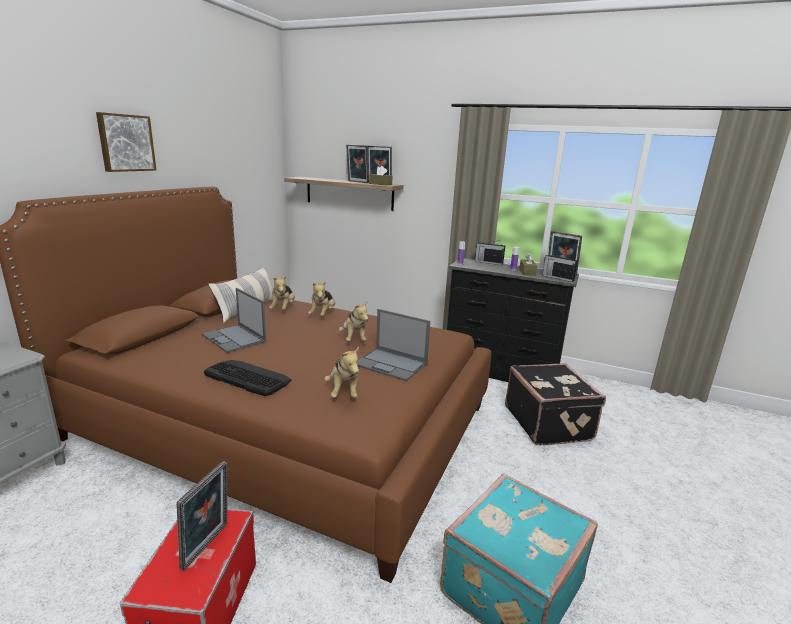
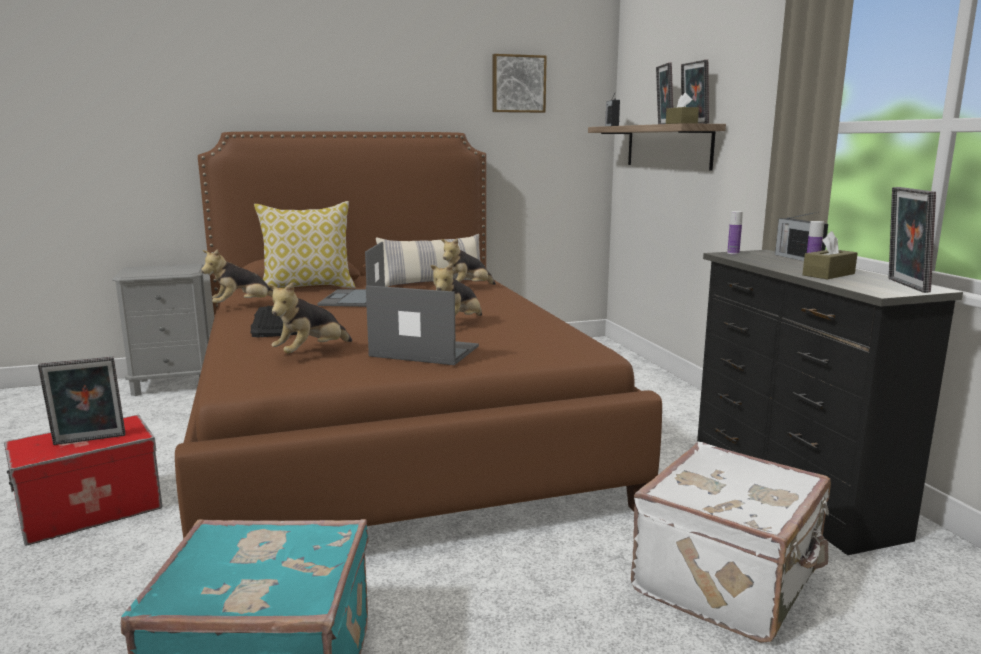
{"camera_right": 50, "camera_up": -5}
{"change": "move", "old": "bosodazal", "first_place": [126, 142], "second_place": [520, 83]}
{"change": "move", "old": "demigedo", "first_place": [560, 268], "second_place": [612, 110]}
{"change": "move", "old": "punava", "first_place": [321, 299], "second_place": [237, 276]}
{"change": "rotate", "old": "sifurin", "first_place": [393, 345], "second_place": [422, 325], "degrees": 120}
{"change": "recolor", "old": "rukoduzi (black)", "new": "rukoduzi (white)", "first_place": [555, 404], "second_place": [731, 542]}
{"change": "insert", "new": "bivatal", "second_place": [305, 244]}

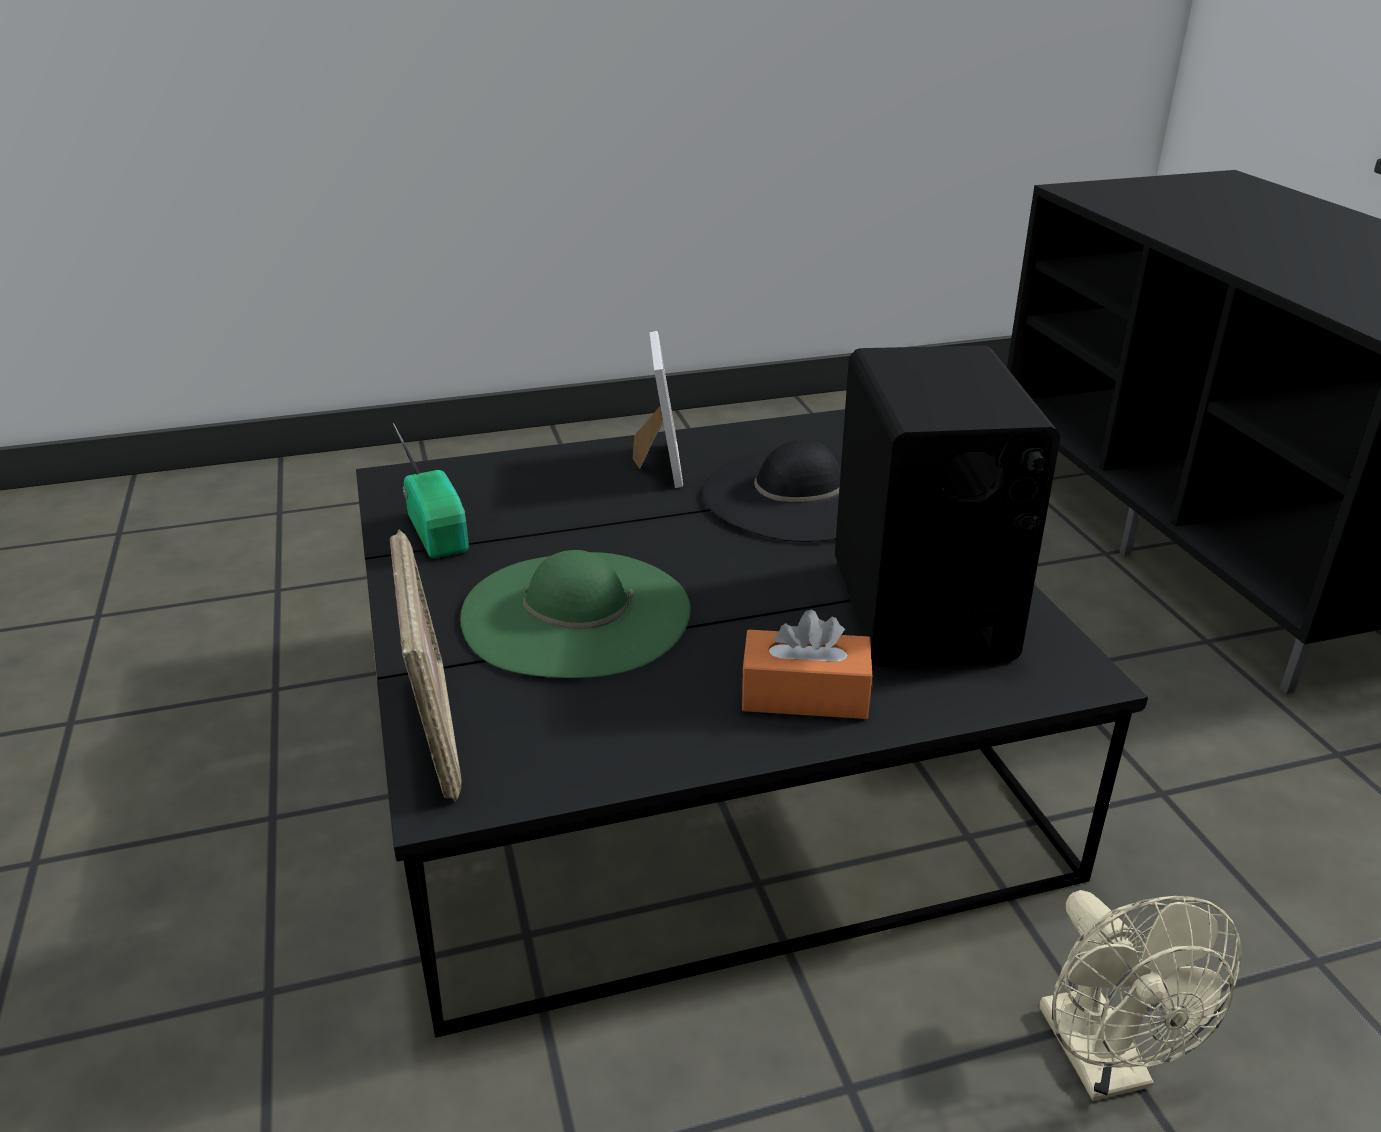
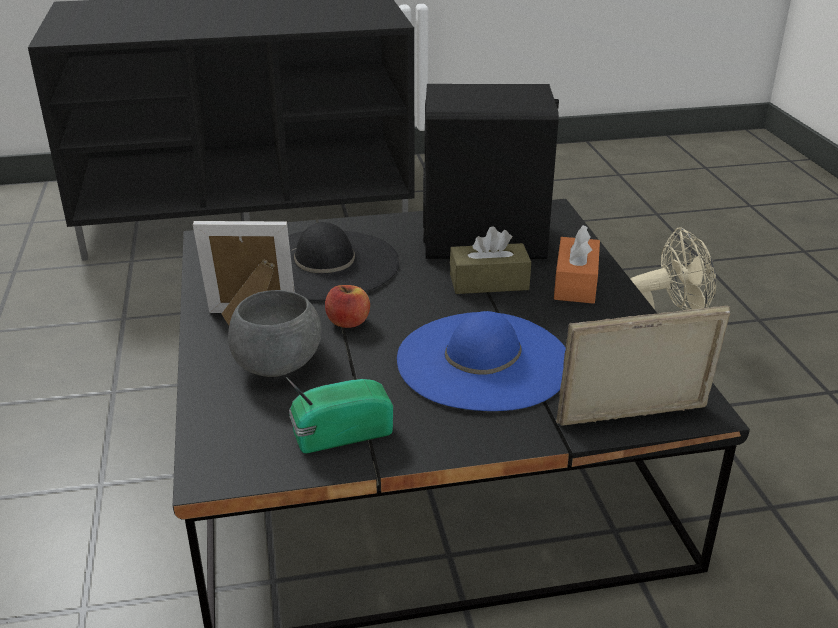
{"camera_right": -85, "camera_up": 0}
{"change": "recolor", "old": "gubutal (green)", "new": "gubutal (blue)", "first_place": [575, 614], "second_place": [481, 361]}
{"change": "insert", "new": "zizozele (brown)", "second_place": [490, 260]}
{"change": "insert", "new": "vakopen", "second_place": [347, 306]}
{"change": "insert", "new": "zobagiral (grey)", "second_place": [275, 333]}

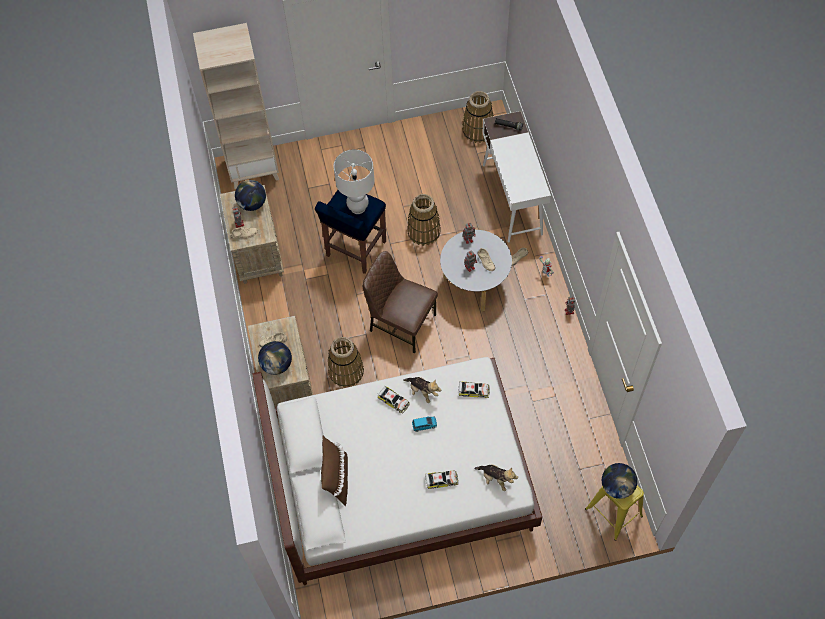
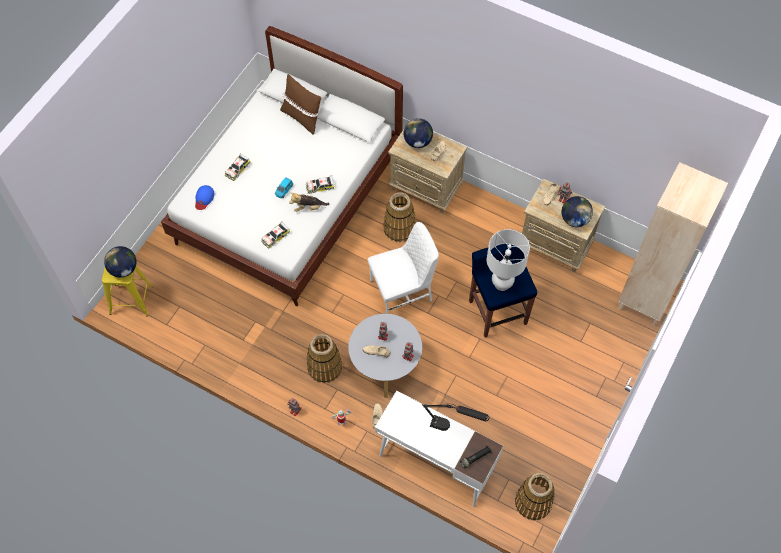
{"camera_right": 130, "camera_up": 0}
{"change": "move", "old": "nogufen", "first_place": [424, 220], "second_place": [324, 358]}
{"change": "recolor", "old": "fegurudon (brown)", "new": "fegurudon (white)", "first_place": [400, 302], "second_place": [403, 268]}
{"change": "replace", "old": "punava", "new": "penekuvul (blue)", "first_place": [496, 478], "second_place": [205, 197]}
{"change": "insert", "new": "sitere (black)", "second_place": [455, 417]}

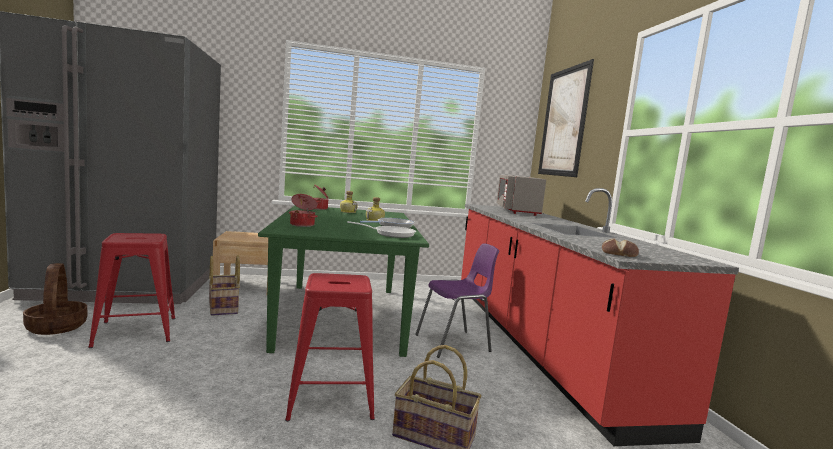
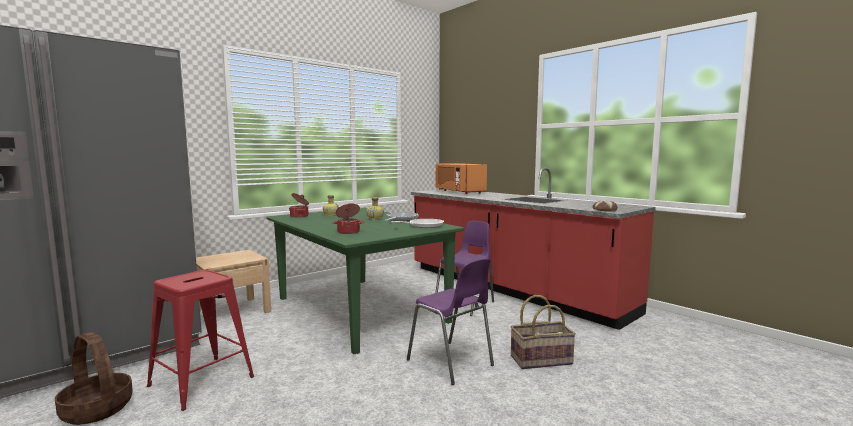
{"camera_right": -30, "camera_up": 0}
{"change": "delete", "old": "bosodazal", "first_place": [566, 118]}
{"change": "recolor", "old": "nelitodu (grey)", "new": "nelitodu (orange)", "first_place": [521, 195], "second_place": [461, 178]}
{"change": "delete", "old": "nogufen", "first_place": [224, 285]}
{"change": "replace", "old": "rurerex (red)", "new": "fegurudon (purple)", "first_place": [330, 347], "second_place": [450, 321]}

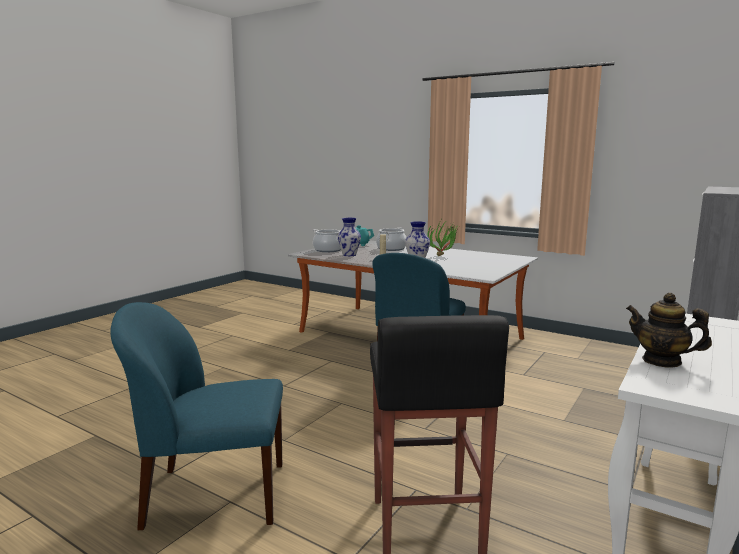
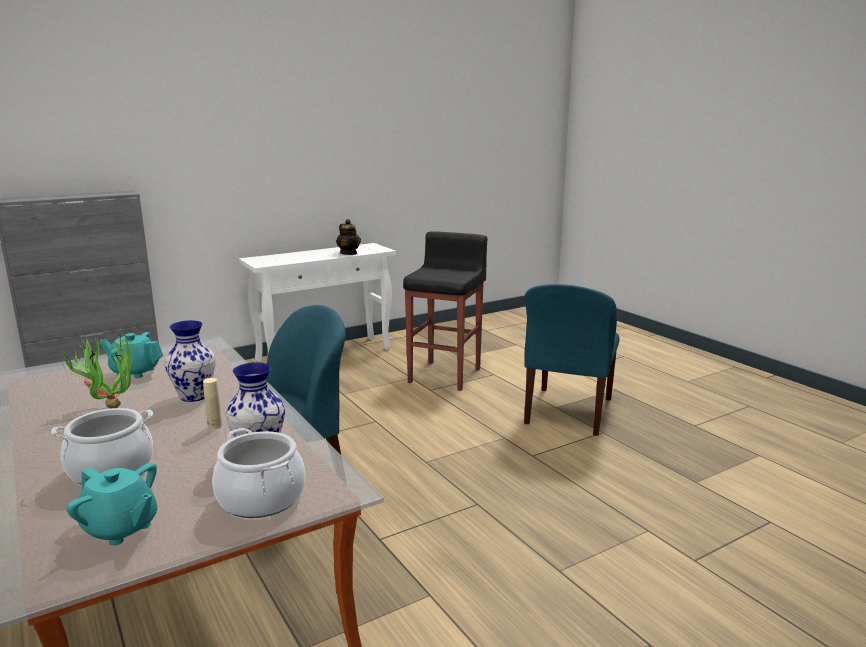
{"camera_right": -155, "camera_up": 5}
{"change": "rotate", "old": "fegurudon (blue)", "first_place": [196, 416], "second_place": [571, 360], "degrees": 90}
{"change": "insert", "new": "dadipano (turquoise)", "second_place": [131, 355]}

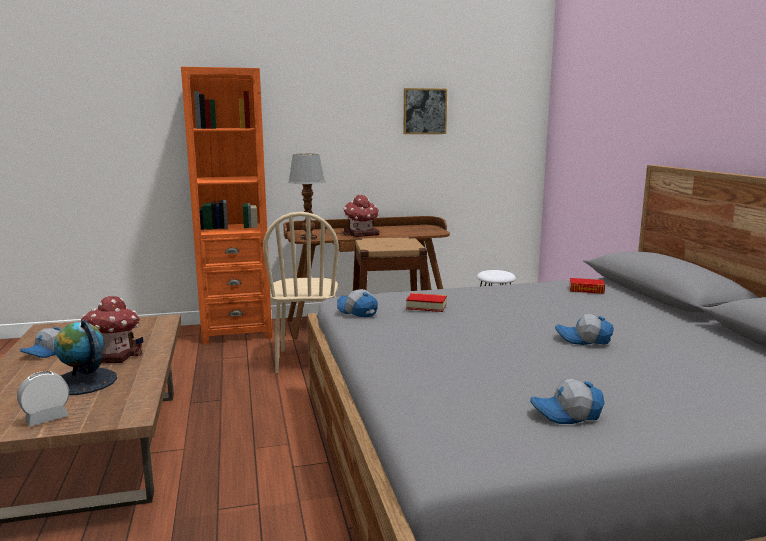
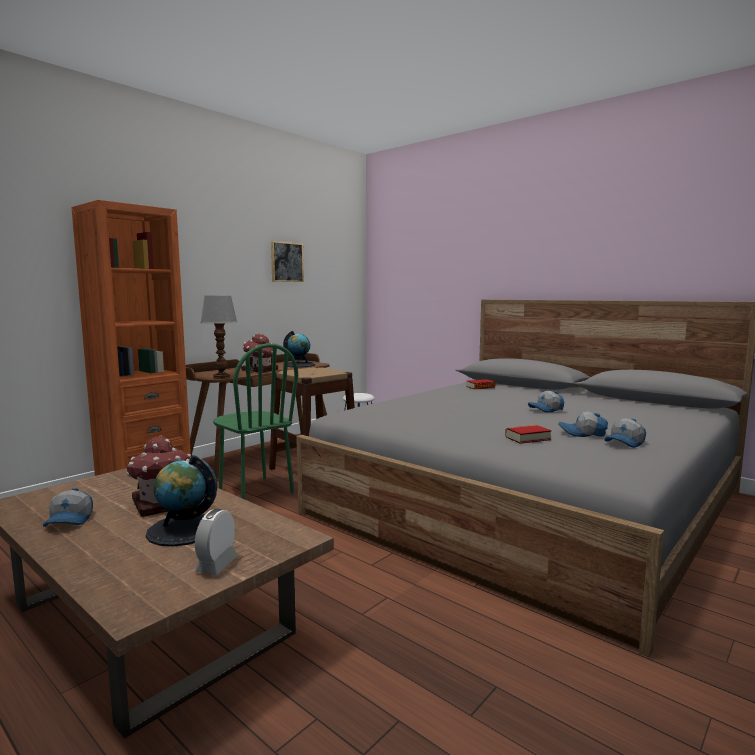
{"camera_right": -35, "camera_up": -5}
{"change": "recolor", "old": "fegurudon (beige)", "new": "fegurudon (green)", "first_place": [301, 292], "second_place": [255, 421]}
{"change": "move", "old": "penekuvul", "first_place": [357, 303], "second_place": [583, 424]}
{"change": "move", "old": "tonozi", "first_place": [426, 302], "second_place": [528, 434]}
{"change": "insert", "new": "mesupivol", "second_place": [299, 349]}

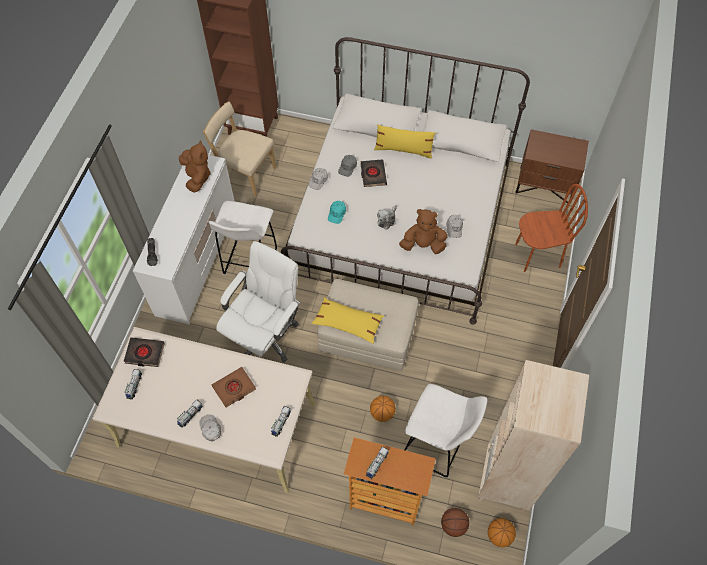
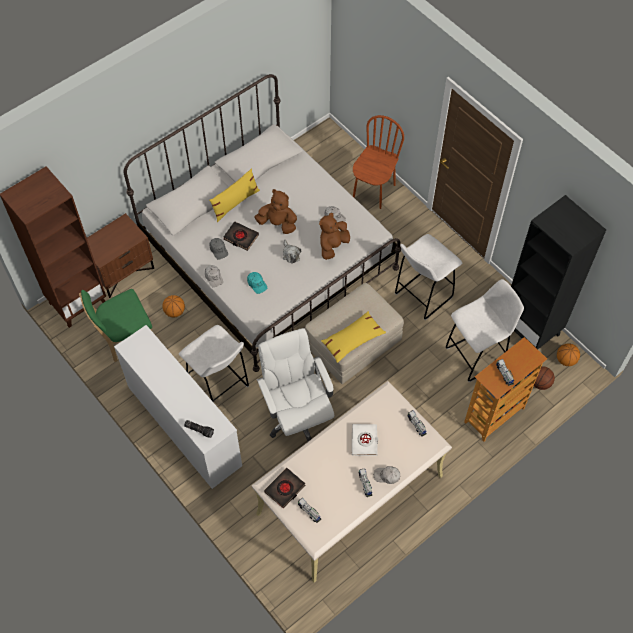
{"camera_right": -55, "camera_up": 0}
{"change": "recolor", "old": "fegurudon (beige)", "new": "fegurudon (green)", "first_place": [239, 149], "second_place": [115, 325]}
{"change": "move", "old": "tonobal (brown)", "first_place": [552, 166], "second_place": [120, 255]}
{"change": "move", "old": "punava (brown)", "first_place": [195, 167], "second_place": [276, 211]}
{"change": "recolor", "old": "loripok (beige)", "new": "loripok (black)", "first_place": [533, 436], "second_place": [558, 272]}
{"change": "recolor", "old": "tonozi (brown)", "new": "tonozi (white)", "first_place": [234, 387], "second_place": [365, 440]}
{"change": "move", "old": "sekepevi", "first_place": [383, 409], "second_place": [173, 306]}
{"change": "insert", "new": "rurerex (white)", "second_place": [428, 277]}

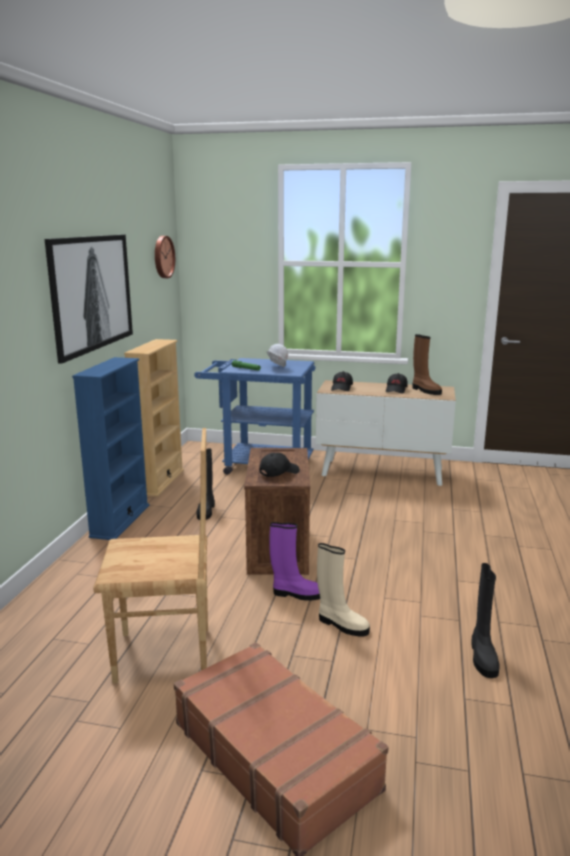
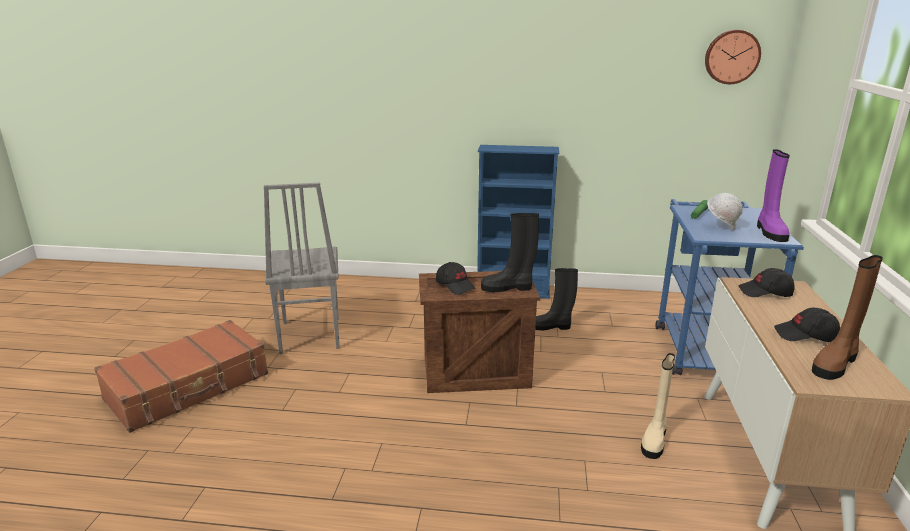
{"camera_right": 85, "camera_up": 5}
{"change": "delete", "old": "bosodazal", "first_place": [89, 299]}
{"change": "delete", "old": "loripok (beige)", "first_place": [154, 418]}
{"change": "recolor", "old": "fegurudon (brown)", "new": "fegurudon (grey)", "first_place": [150, 555], "second_place": [301, 268]}
{"change": "move", "old": "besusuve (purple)", "first_place": [294, 561], "second_place": [773, 195]}
{"change": "move", "old": "besusuve (beige)", "first_place": [343, 590], "second_place": [658, 406]}
{"change": "move", "old": "besusuve (black)", "first_place": [485, 620], "second_place": [510, 252]}

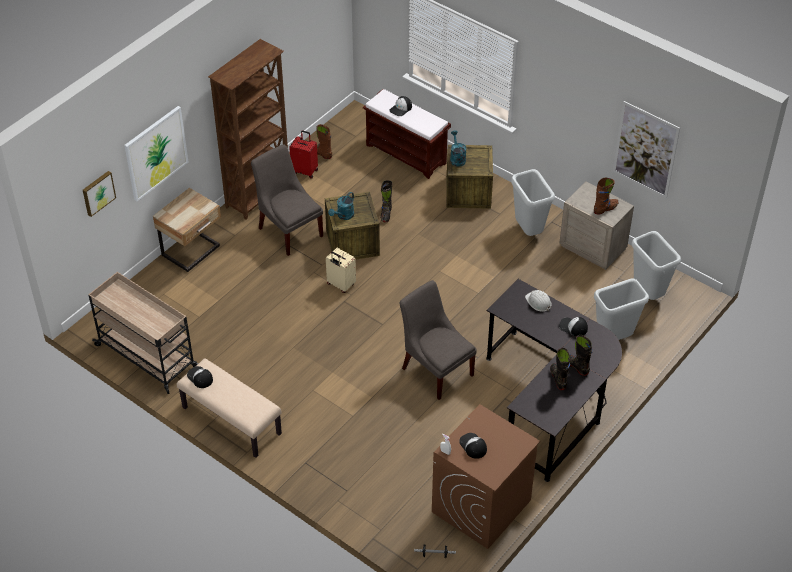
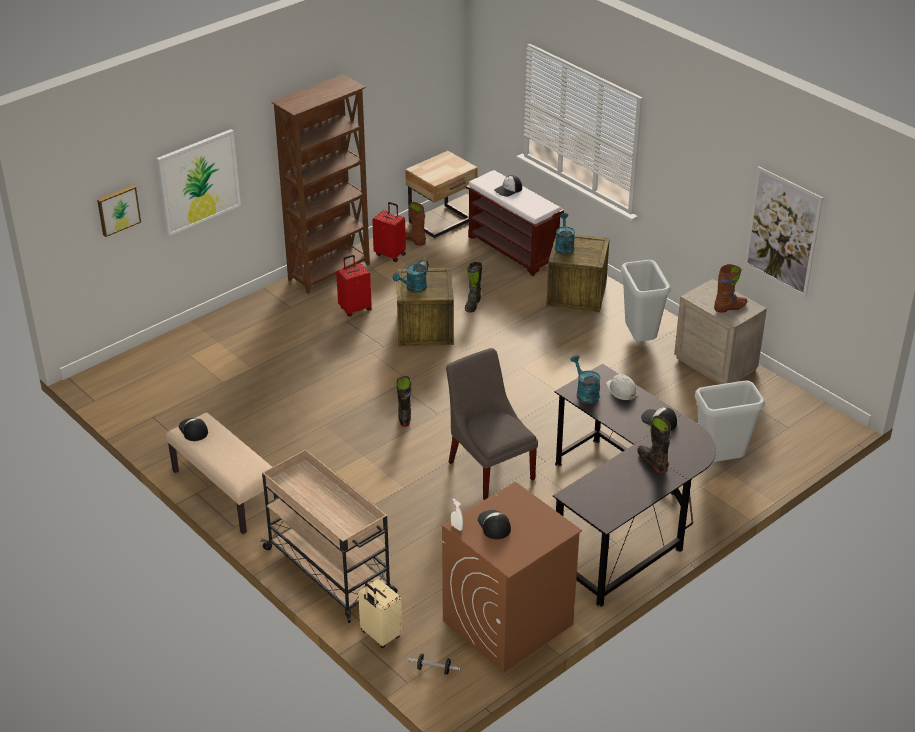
{"camera_right": 10, "camera_up": -10}
{"change": "replace", "old": "fegurudon (grey)", "new": "rukoduzi (red)", "first_place": [287, 200], "second_place": [354, 285]}
{"change": "move", "old": "tonobal (beige)", "first_place": [187, 230], "second_place": [441, 195]}
{"change": "delete", "old": "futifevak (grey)", "first_place": [656, 265]}
{"change": "move", "old": "rukoduzi (beige)", "first_place": [341, 270], "second_place": [380, 613]}
{"change": "move", "old": "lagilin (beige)", "first_place": [143, 333], "second_place": [329, 536]}
{"change": "move", "old": "besusuve (black)", "first_place": [560, 369], "second_place": [404, 401]}
{"change": "insert", "new": "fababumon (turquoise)", "second_place": [585, 379]}

